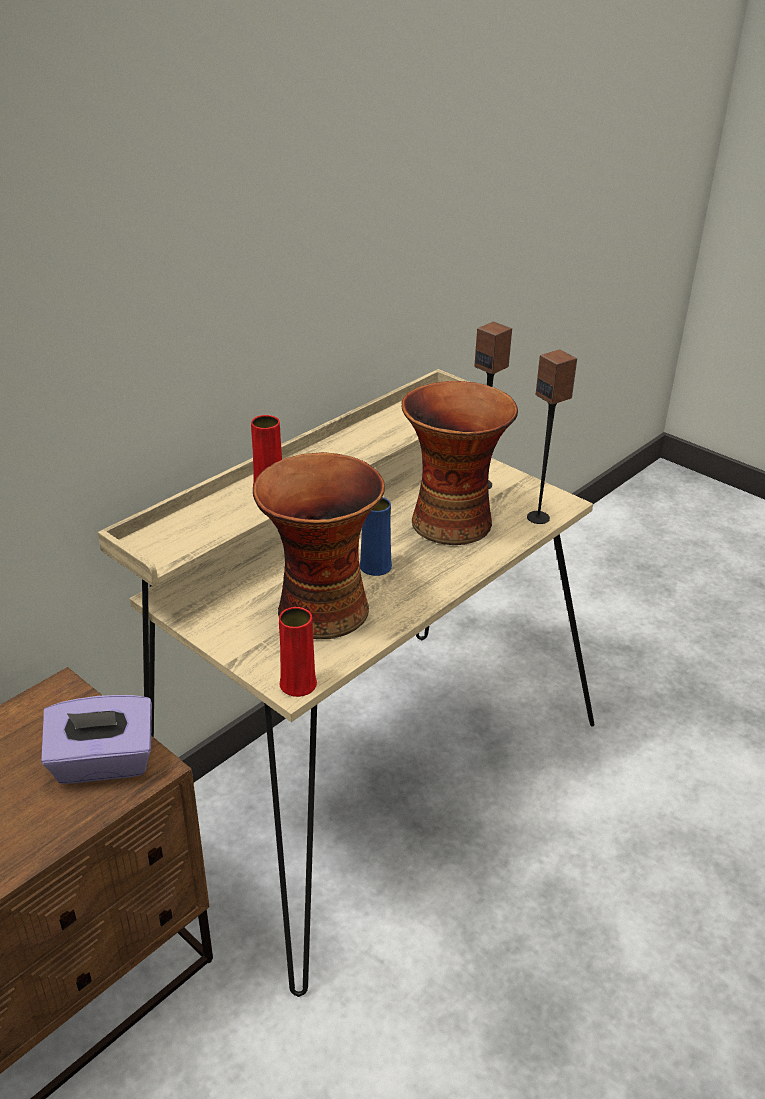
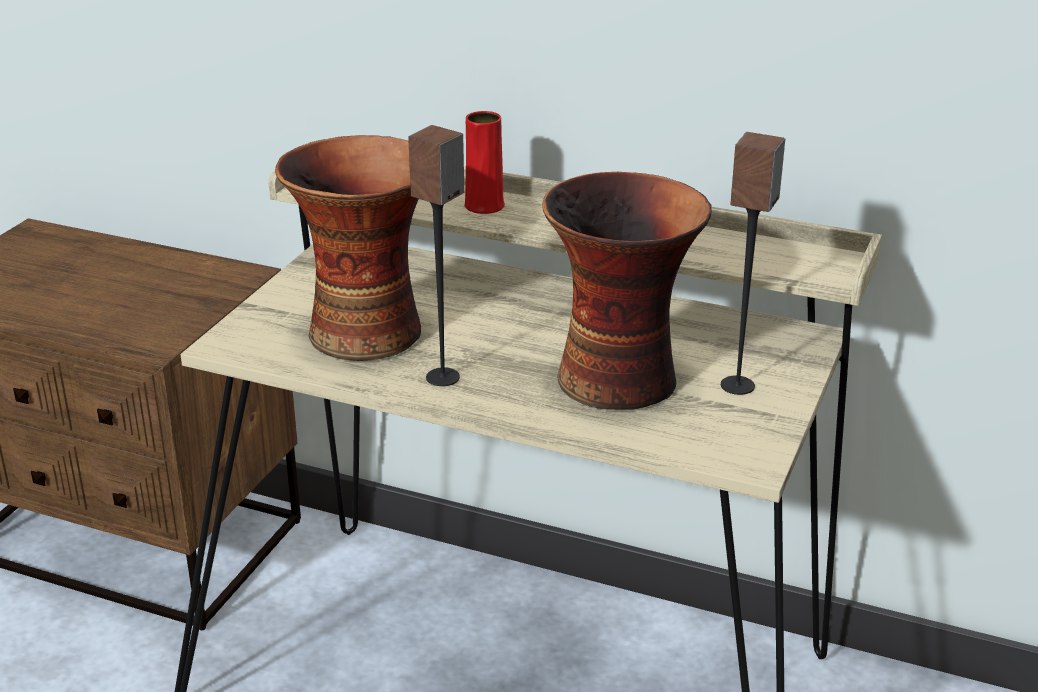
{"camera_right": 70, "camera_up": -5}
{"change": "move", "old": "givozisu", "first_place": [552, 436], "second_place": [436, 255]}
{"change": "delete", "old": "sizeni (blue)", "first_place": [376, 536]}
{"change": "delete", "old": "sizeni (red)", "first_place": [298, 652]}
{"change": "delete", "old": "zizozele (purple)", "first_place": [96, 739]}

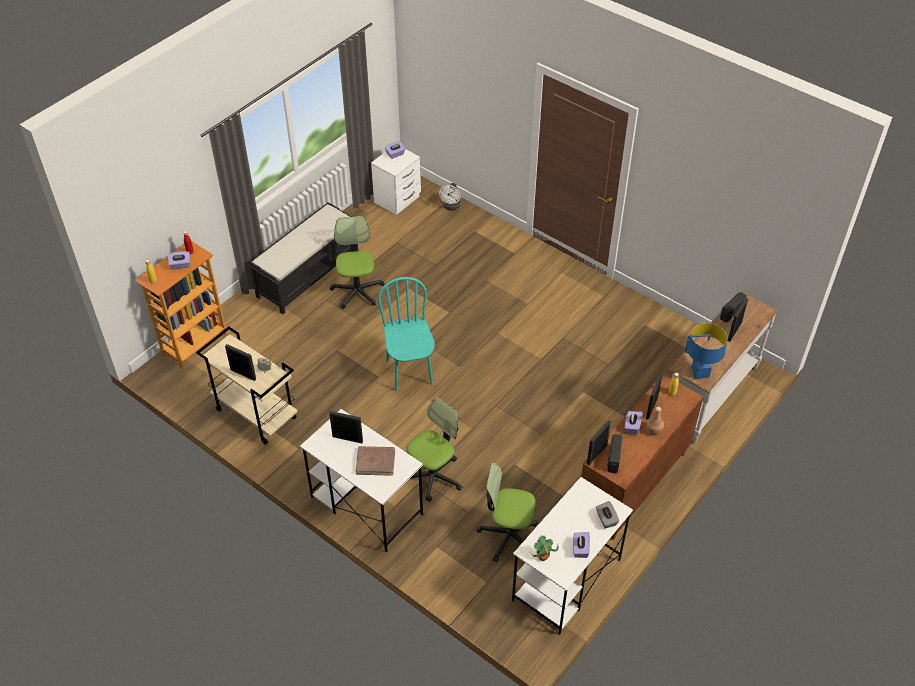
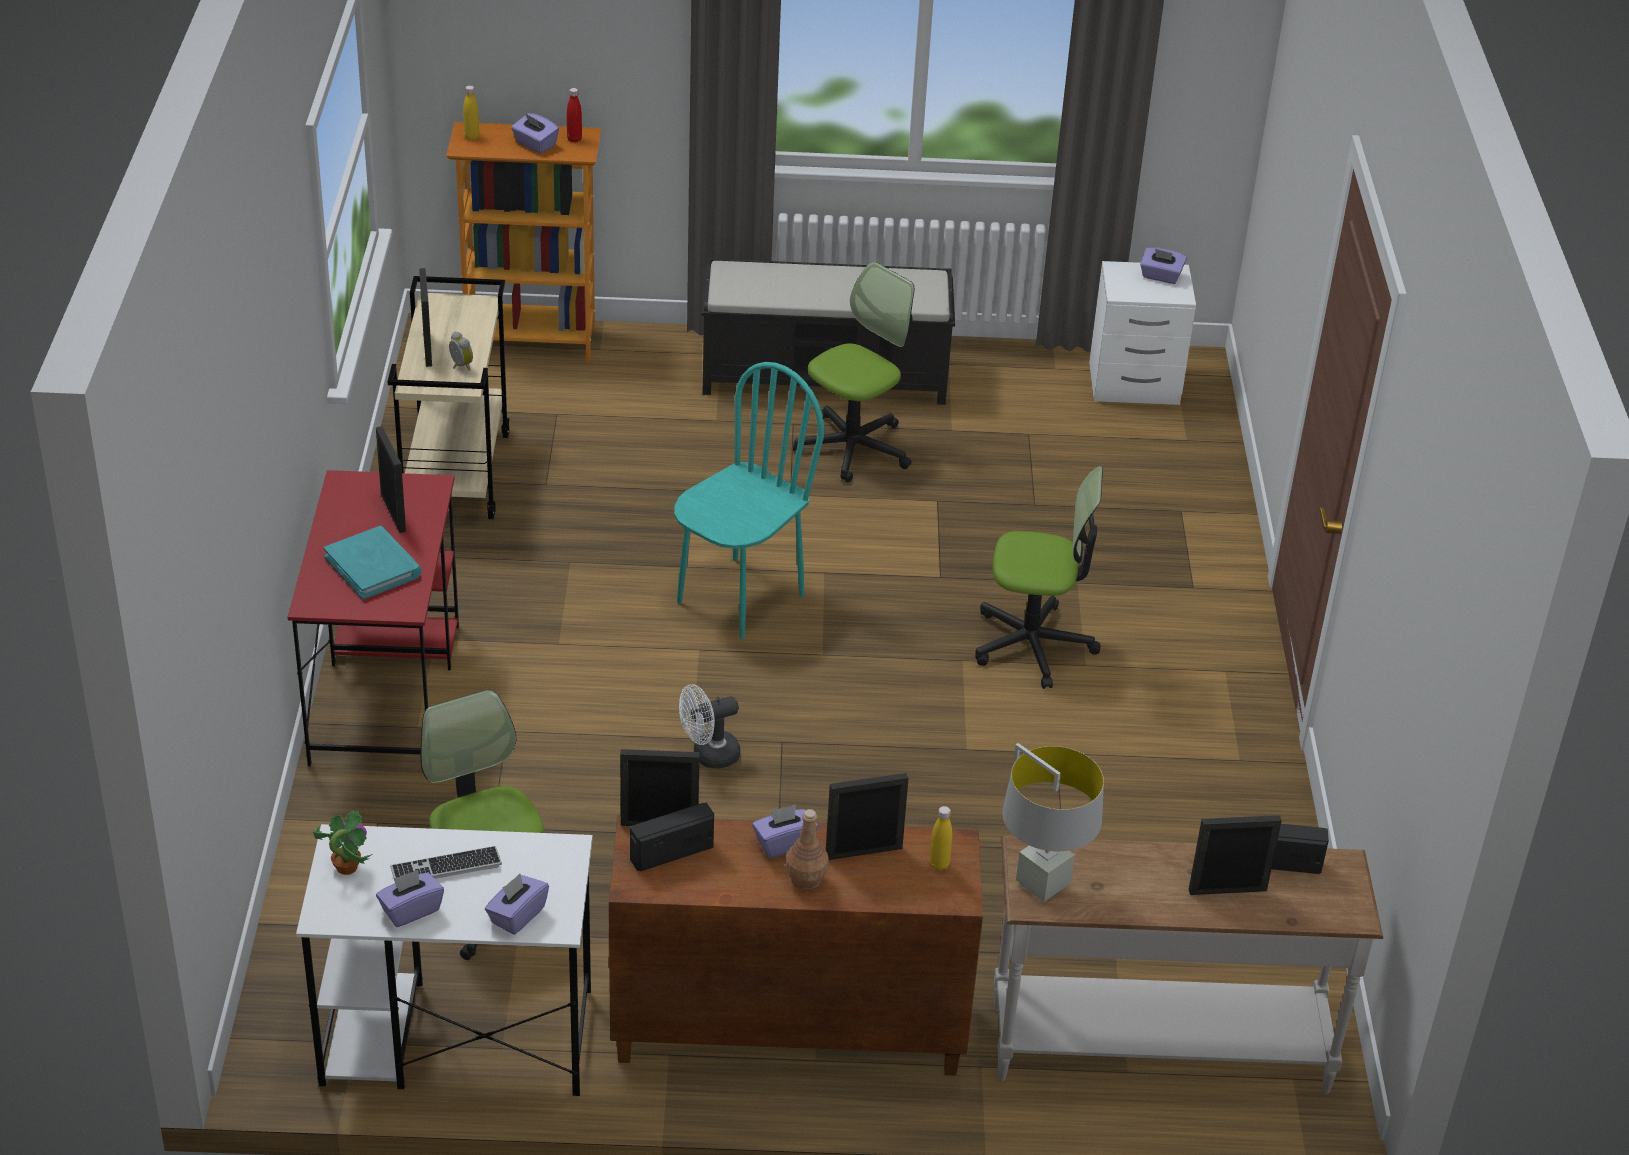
{"camera_right": 50, "camera_up": -10}
{"change": "move", "old": "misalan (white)", "first_place": [450, 197], "second_place": [709, 726]}
{"change": "recolor", "old": "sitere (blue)", "new": "sitere (grey)", "first_place": [706, 351], "second_place": [1053, 822]}
{"change": "move", "old": "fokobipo", "first_place": [434, 449], "second_place": [1039, 577]}
{"change": "recolor", "old": "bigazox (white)", "new": "bigazox (red)", "first_place": [361, 480], "second_place": [373, 618]}
{"change": "recolor", "old": "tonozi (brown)", "new": "tonozi (turquoise)", "first_place": [375, 461], "second_place": [372, 563]}
{"change": "recolor", "old": "zizozele (grey)", "new": "zizozele (purple)", "first_place": [607, 515], "second_place": [517, 904]}
{"change": "insert", "new": "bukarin", "second_place": [446, 863]}

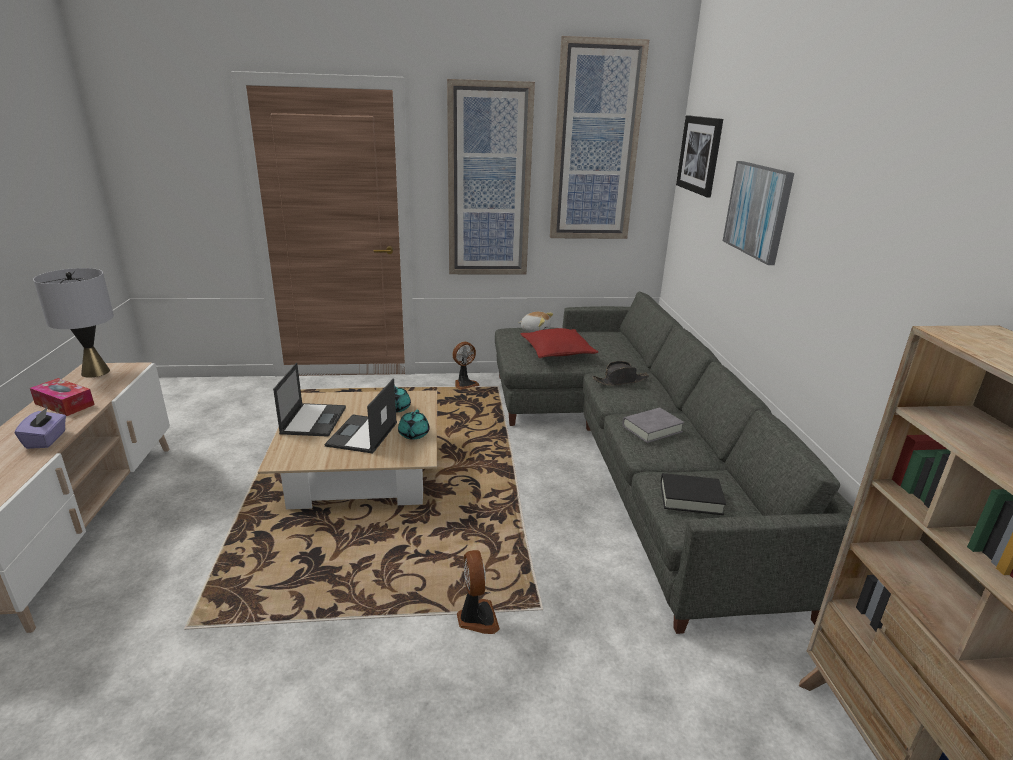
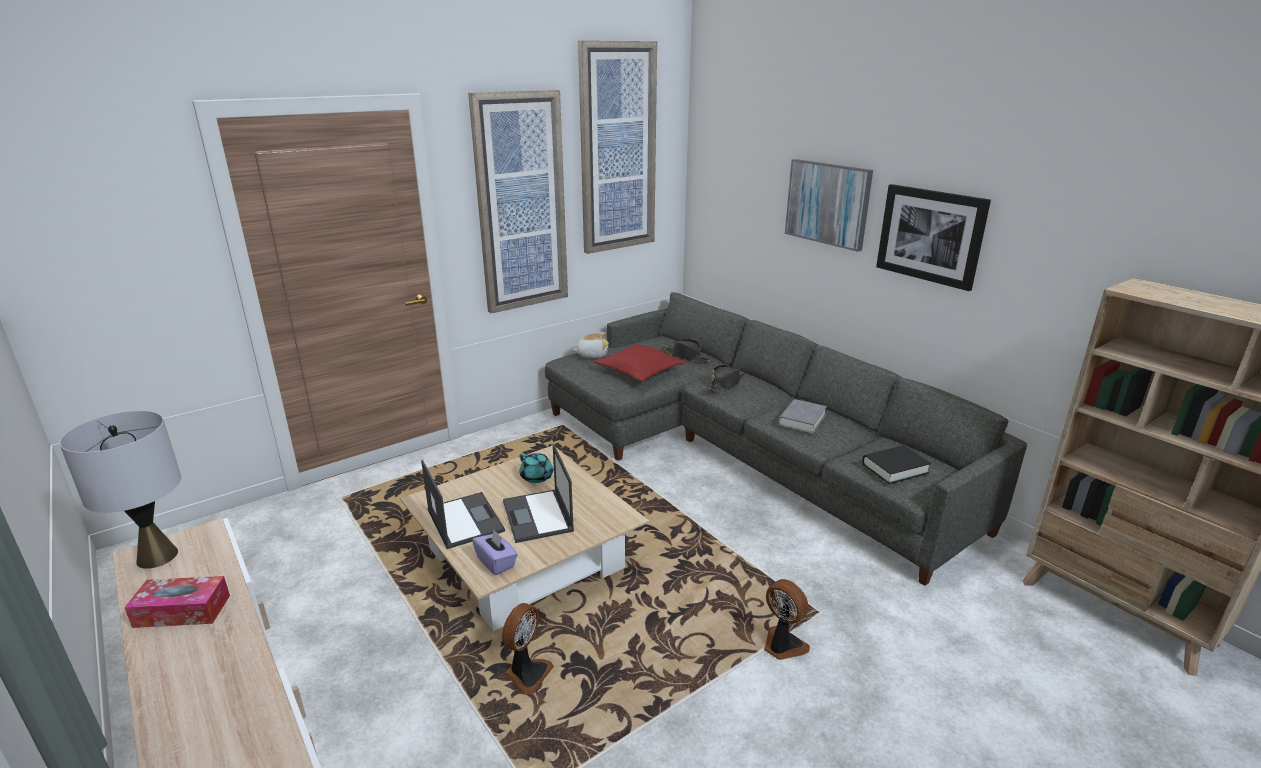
{"camera_right": -30, "camera_up": 0}
{"change": "move", "old": "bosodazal", "first_place": [699, 157], "second_place": [933, 237]}
{"change": "move", "old": "misalan", "first_place": [466, 366], "second_place": [528, 649]}
{"change": "move", "old": "zizozele (purple)", "first_place": [40, 428], "second_place": [495, 552]}
{"change": "delete", "old": "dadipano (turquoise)", "first_place": [414, 424]}
{"change": "insert", "new": "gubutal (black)", "second_place": [687, 351]}

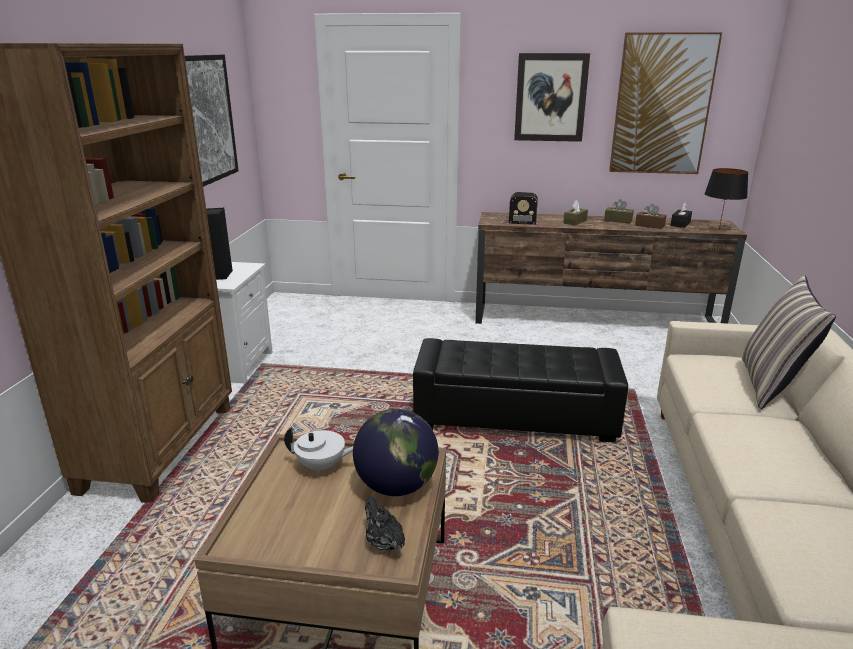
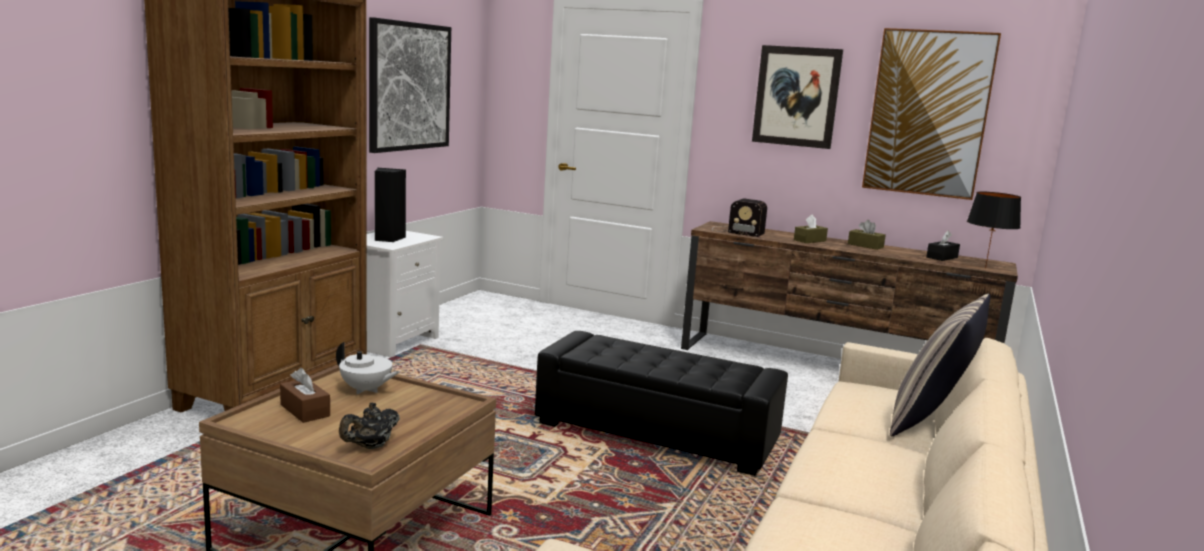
{"camera_right": 15, "camera_up": -10}
{"change": "move", "old": "zizozele (brown)", "first_place": [651, 216], "second_place": [305, 395]}
{"change": "delete", "old": "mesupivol", "first_place": [395, 452]}
{"change": "rotate", "old": "dadipano (black)", "first_place": [385, 524], "second_place": [369, 425], "degrees": -120}

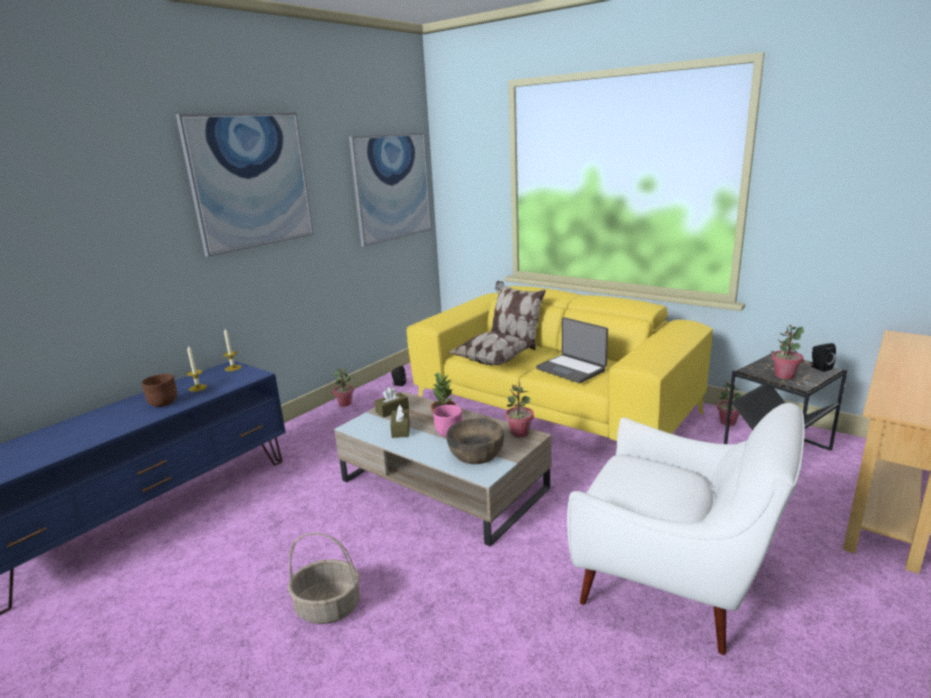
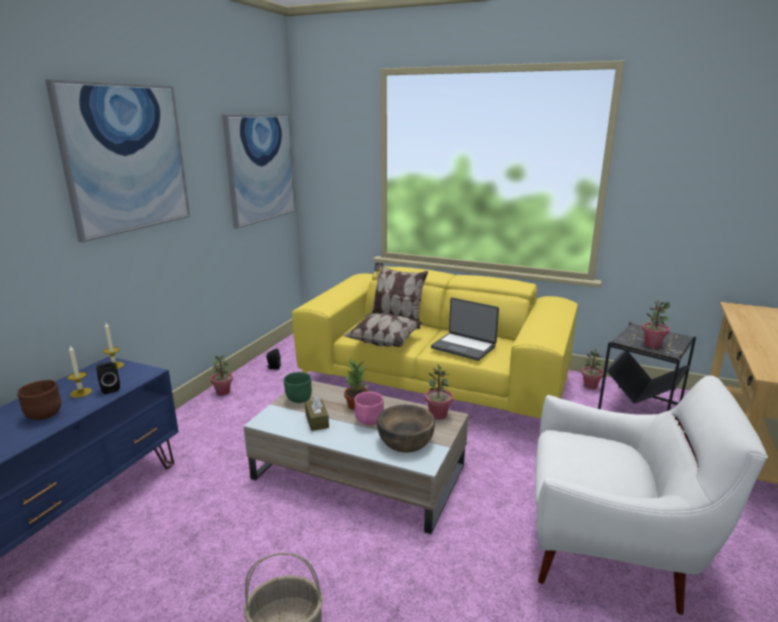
{"camera_right": -15, "camera_up": 0}
{"change": "move", "old": "givozisu (black)", "first_place": [823, 357], "second_place": [108, 378]}
{"change": "replace", "old": "zizozele (brown)", "new": "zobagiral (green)", "first_place": [391, 402], "second_place": [298, 387]}

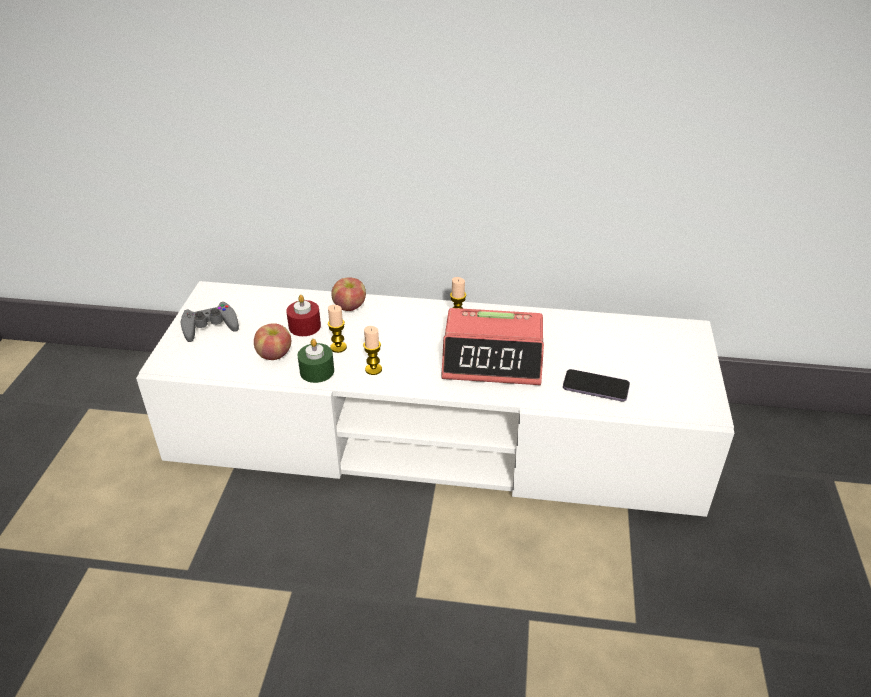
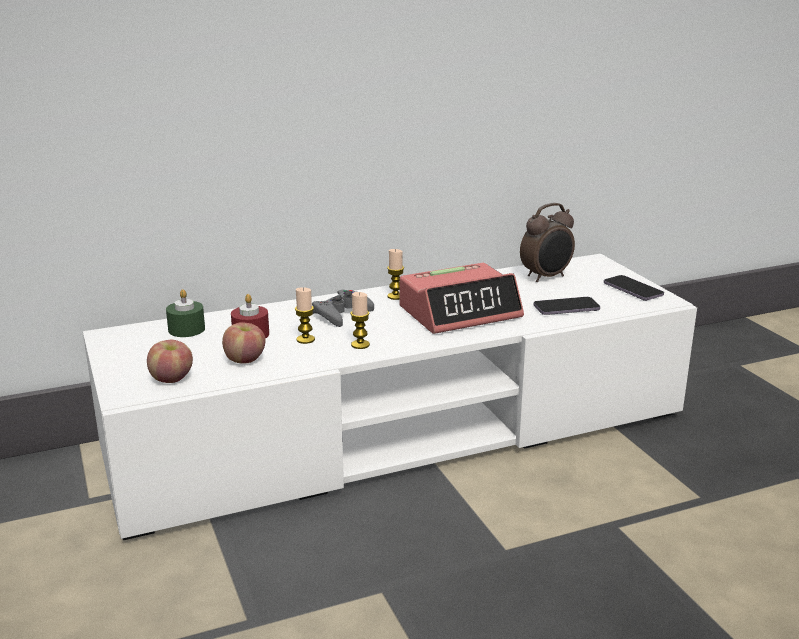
{"camera_right": -30, "camera_up": -15}
{"change": "move", "old": "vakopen", "first_place": [348, 294], "second_place": [170, 361]}
{"change": "move", "old": "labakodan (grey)", "first_place": [210, 322], "second_place": [343, 308]}
{"change": "move", "old": "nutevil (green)", "first_place": [315, 361], "second_place": [185, 313]}
{"change": "insert", "new": "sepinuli", "second_place": [547, 242]}
{"change": "insert", "new": "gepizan", "second_place": [634, 288]}

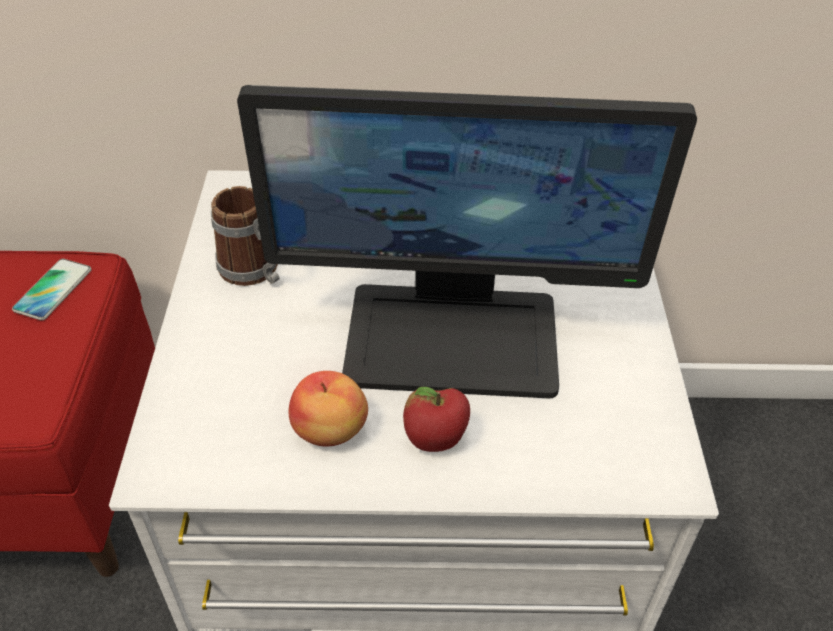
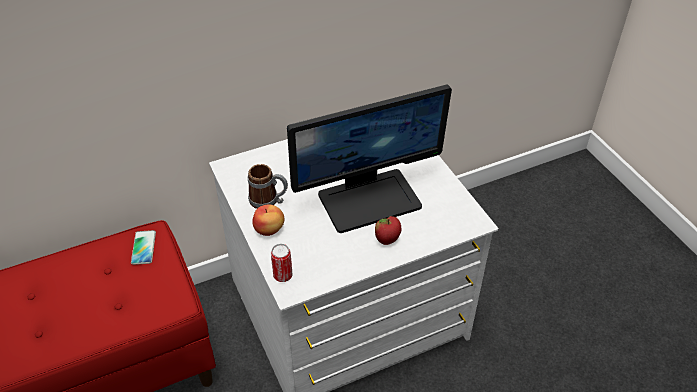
{"camera_right": -25, "camera_up": 0}
{"change": "move", "old": "vakopen", "first_place": [328, 409], "second_place": [268, 220]}
{"change": "insert", "new": "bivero", "second_place": [281, 263]}

